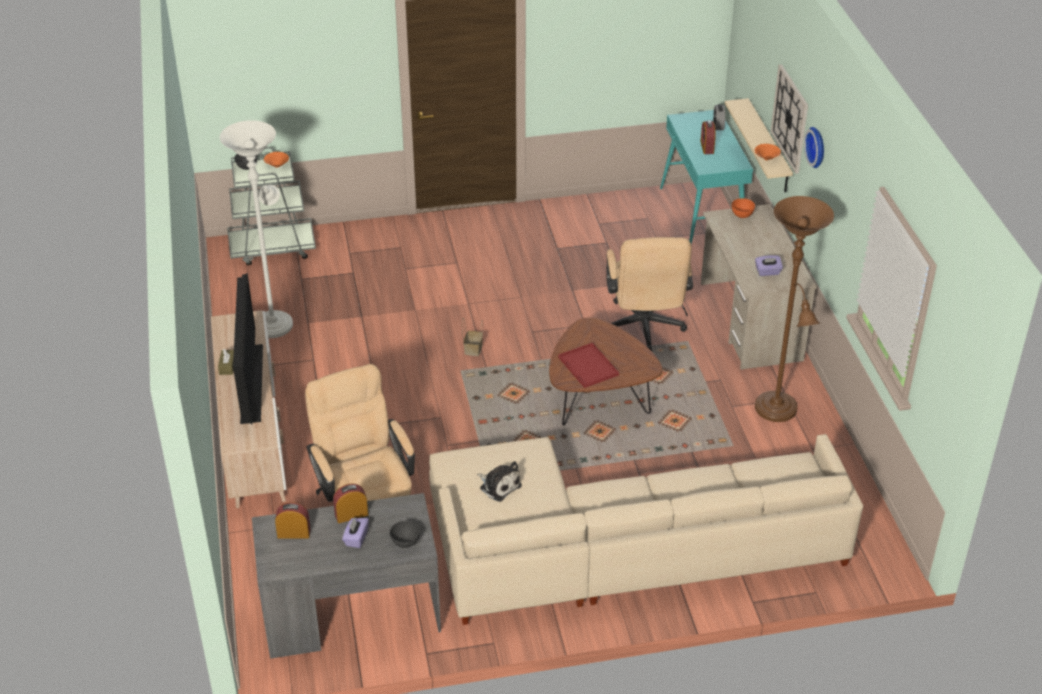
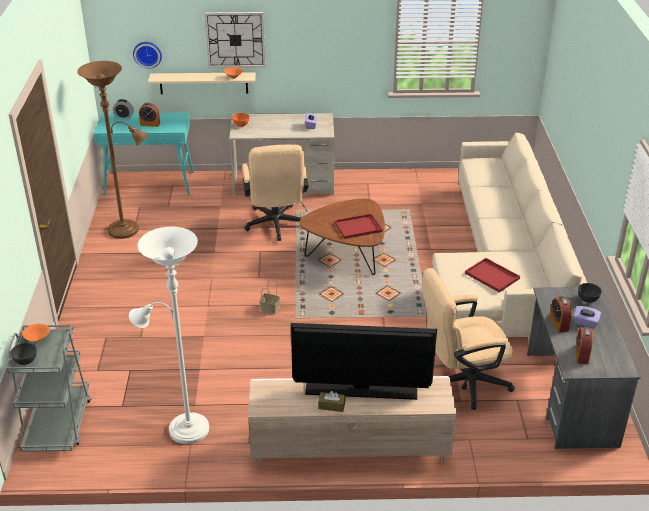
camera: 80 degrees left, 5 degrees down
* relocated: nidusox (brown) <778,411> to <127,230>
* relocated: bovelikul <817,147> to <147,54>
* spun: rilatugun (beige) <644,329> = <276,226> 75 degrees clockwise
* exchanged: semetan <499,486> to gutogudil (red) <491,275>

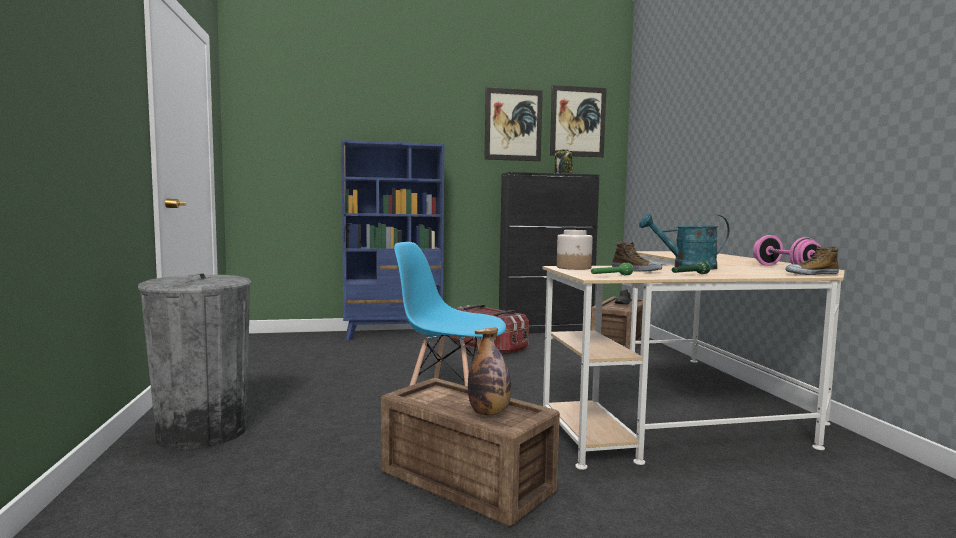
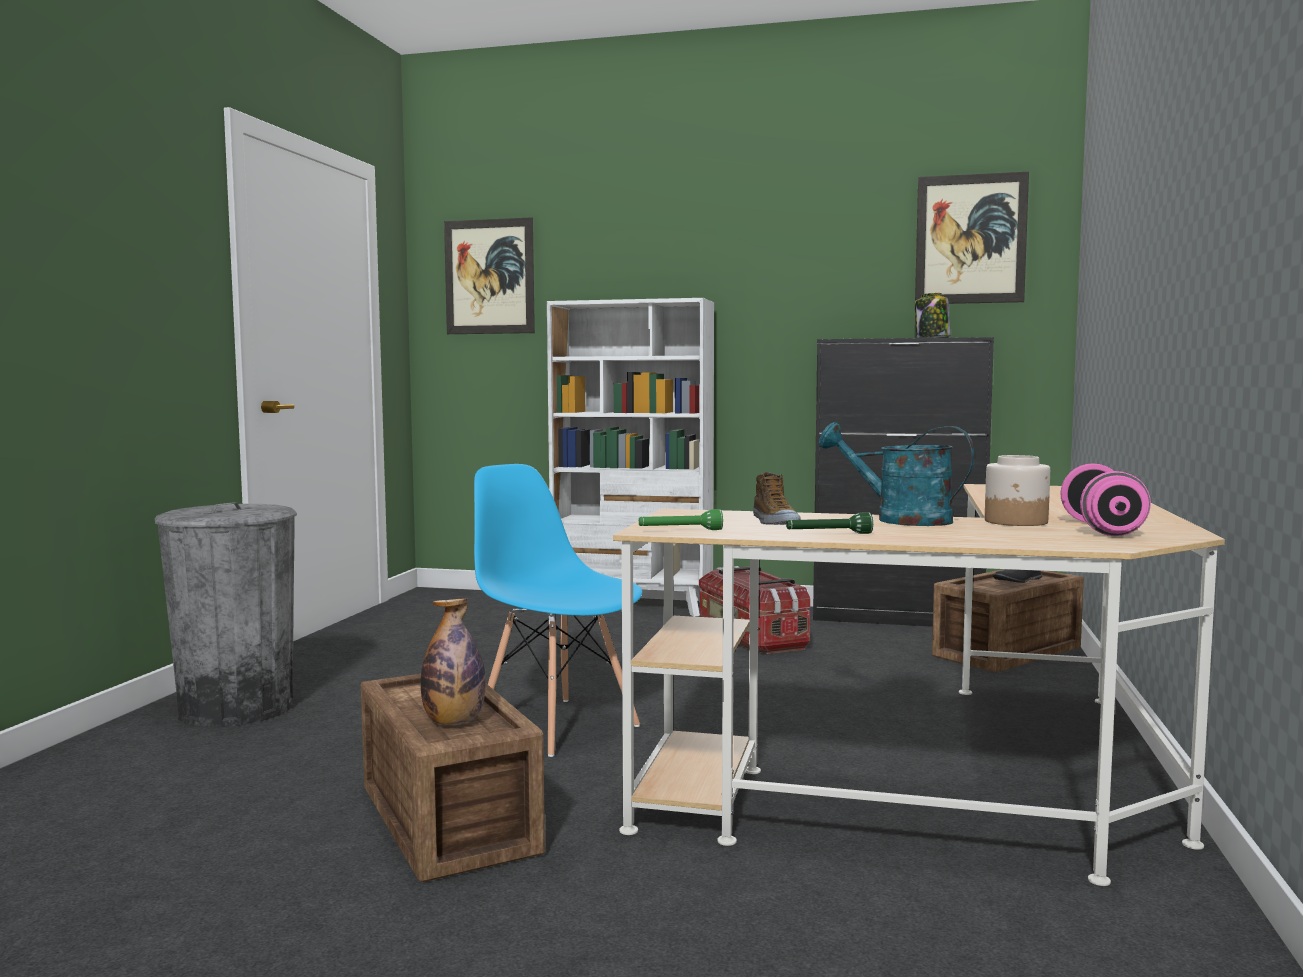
camera: 25 degrees right, 0 degrees up
* relocated: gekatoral <513,125> to <489,277>
* colour: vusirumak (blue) <393,334> to vusirumak (white) <633,606>
* relocated: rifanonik <574,268> to <1016,522>
* missing: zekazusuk <811,274>

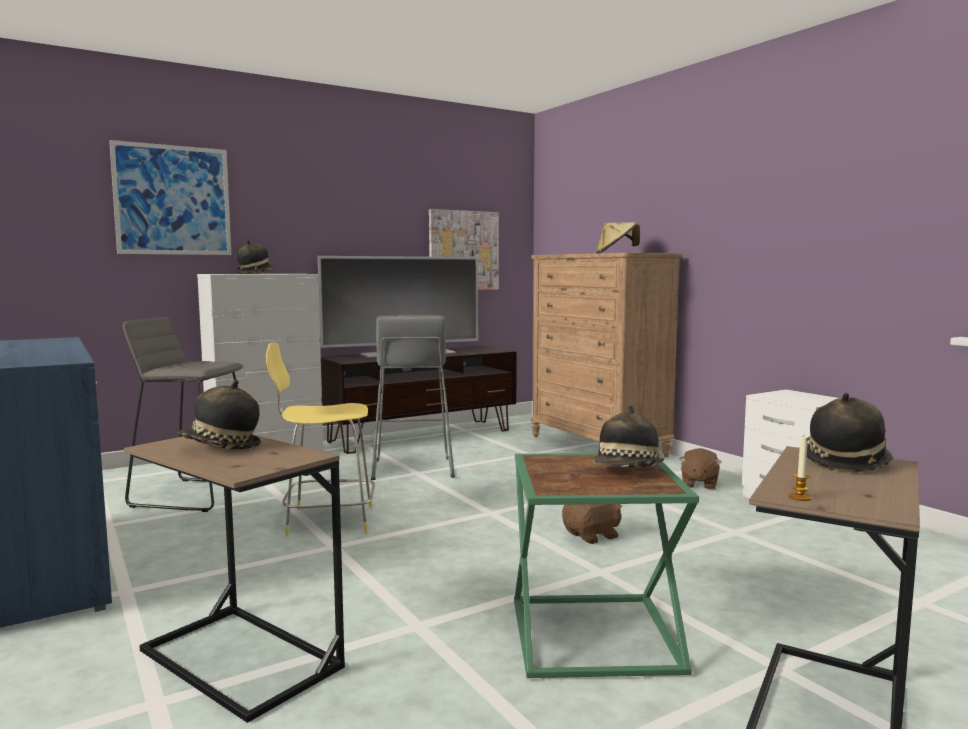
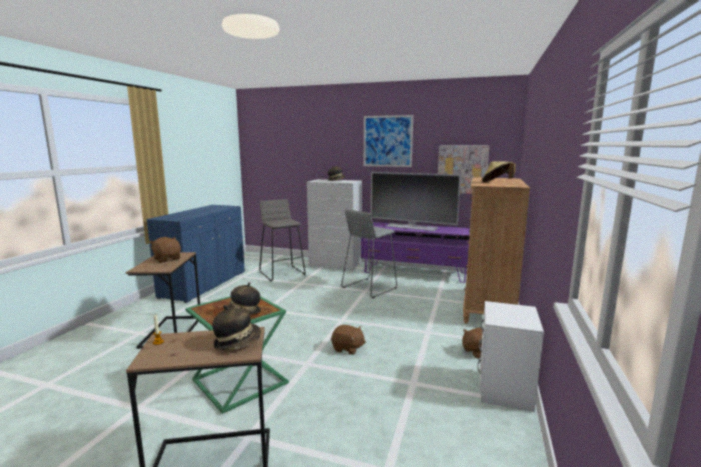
camera: 50 degrees right, 5 degrees up
* exchanged: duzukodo <221,447> to semetan (brown) <167,259>
* colour: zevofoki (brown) <421,436> to zevofoki (purple) <415,273>
* relocated: gekatoral <173,200> to <387,141>
* missing: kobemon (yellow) <326,521>

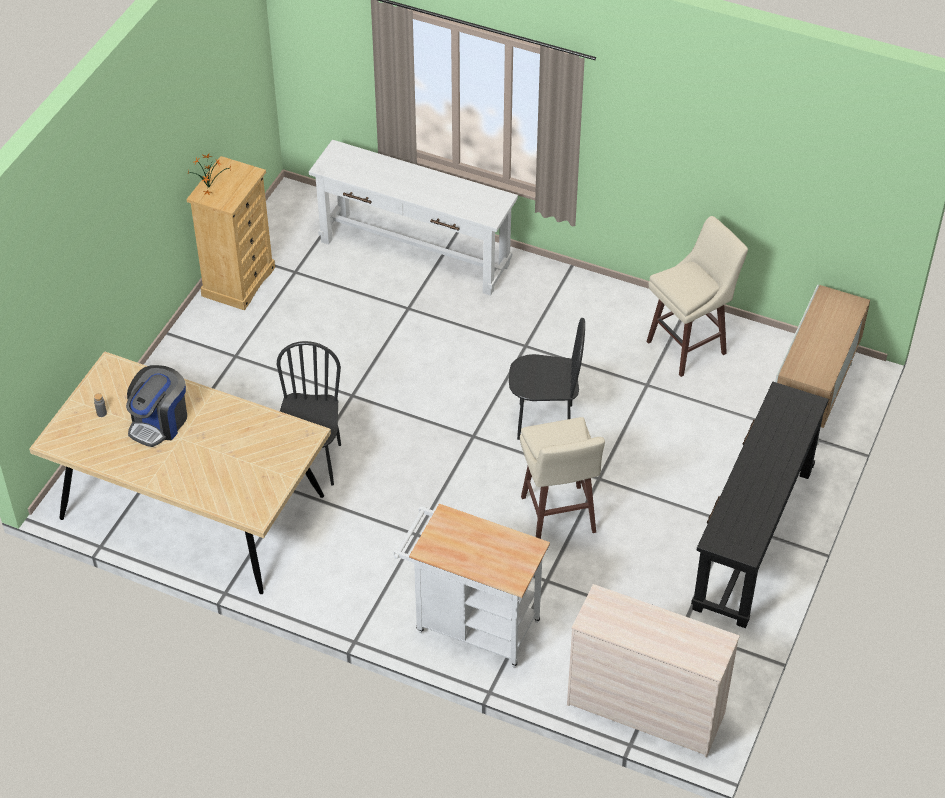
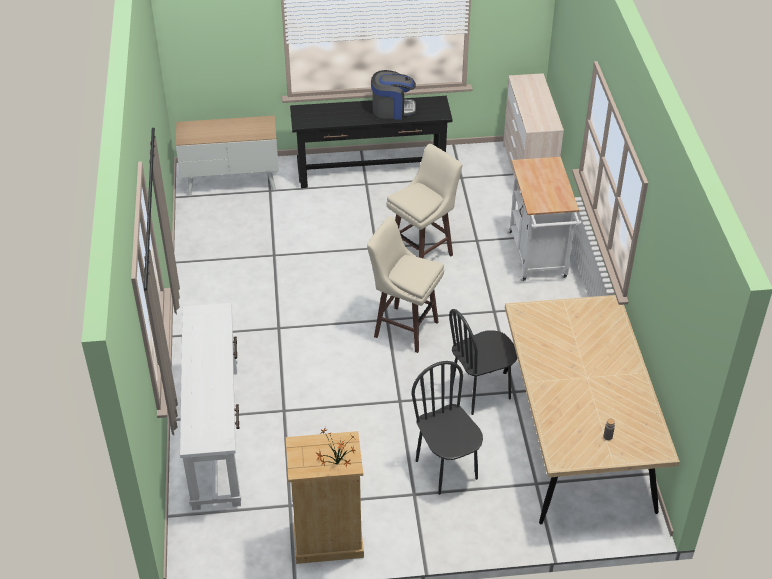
camera: 120 degrees left, 5 degrees down
* relocated: kobemon (beige) <688,347> to <404,328>
* relocated: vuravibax <159,422> to <392,109>
* relocated: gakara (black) <545,422> to <447,469>

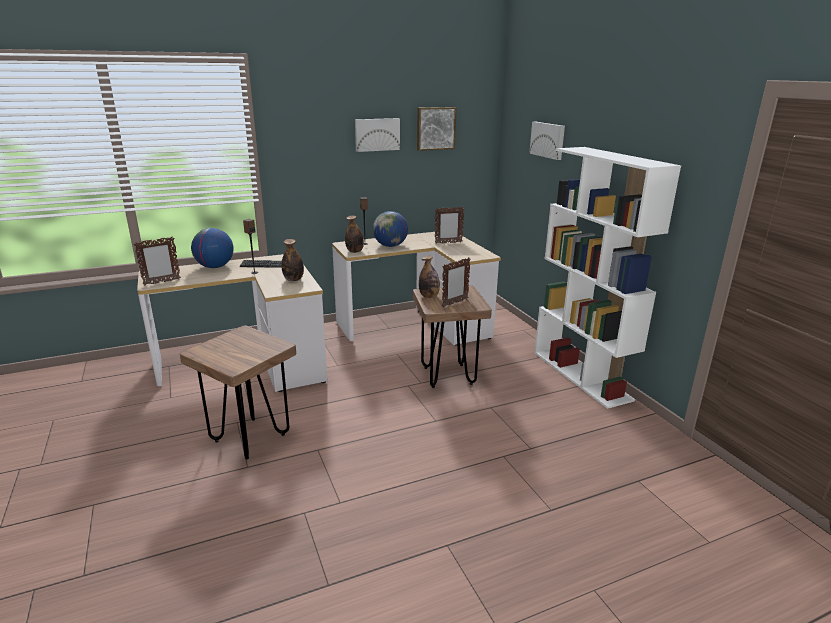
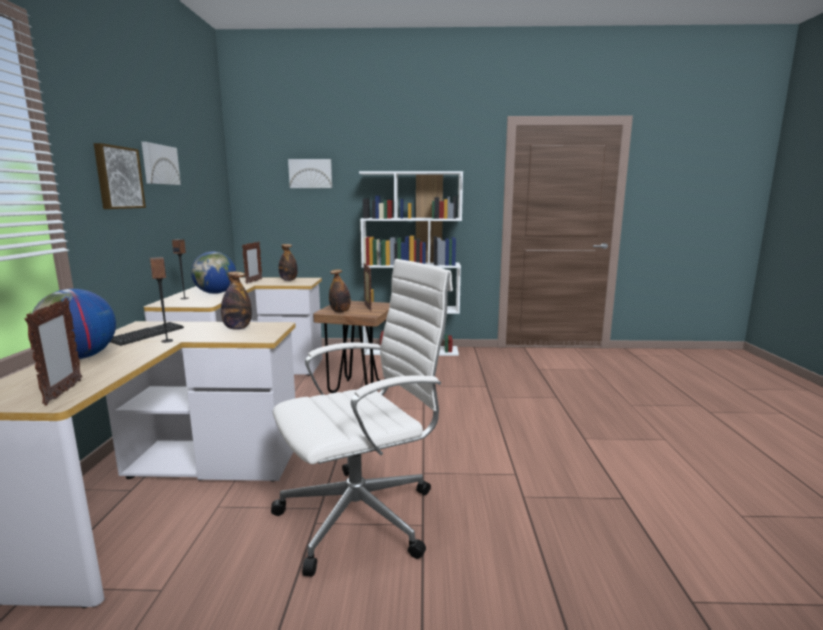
camera: 65 degrees left, 10 degrees down
* relocated: gekatoral <435,128> to <118,177>
* exchanged: kobemon (brown) <250,438> to rilatugun (white) <363,516>
* relocated: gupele <355,251> to <288,280>

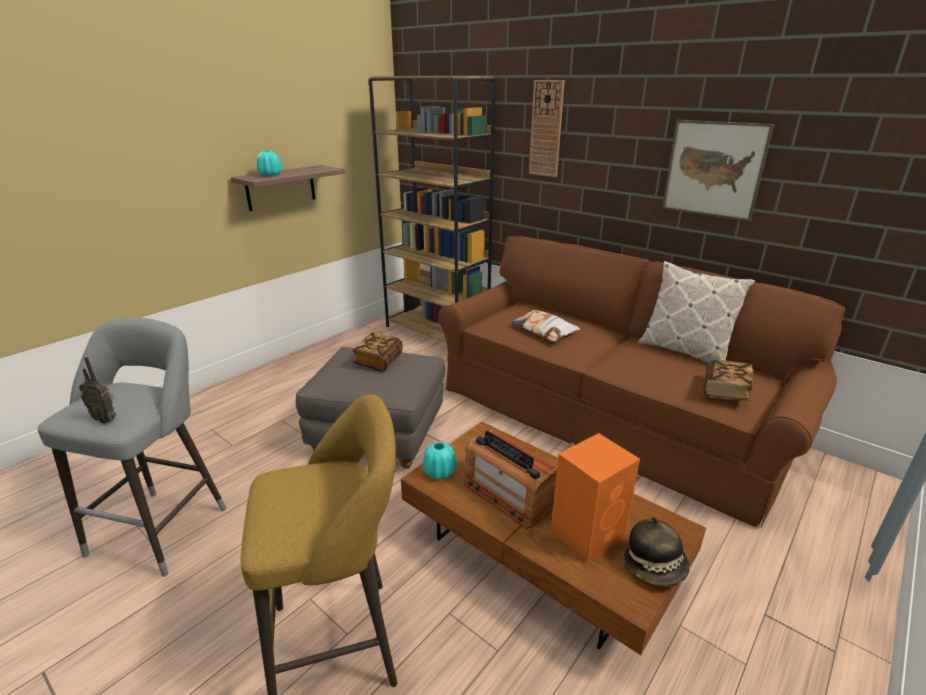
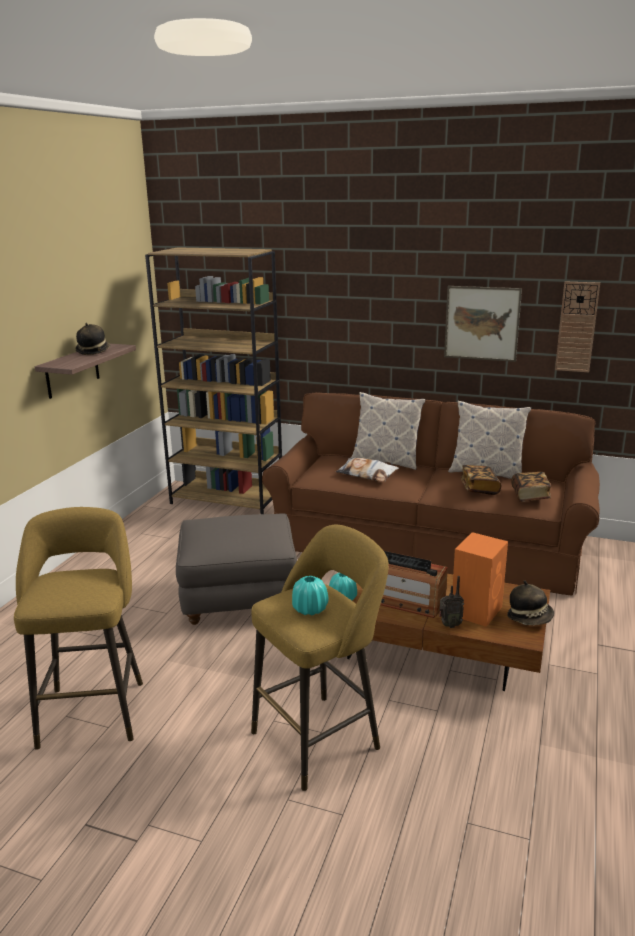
camera: 20 degrees left, 5 degrees down
* colour: kobemon (grey) <164,525> to kobemon (yellow) <93,709>
* appeared: duzukodo <93,351>
* relocated: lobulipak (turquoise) <270,175> to <310,609>
* appeared: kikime <386,461>
* relocated: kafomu <106,419> to <449,625>
* relocated: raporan <378,361> to <479,488>
* relocated: bovelikul <546,129> to <577,327>

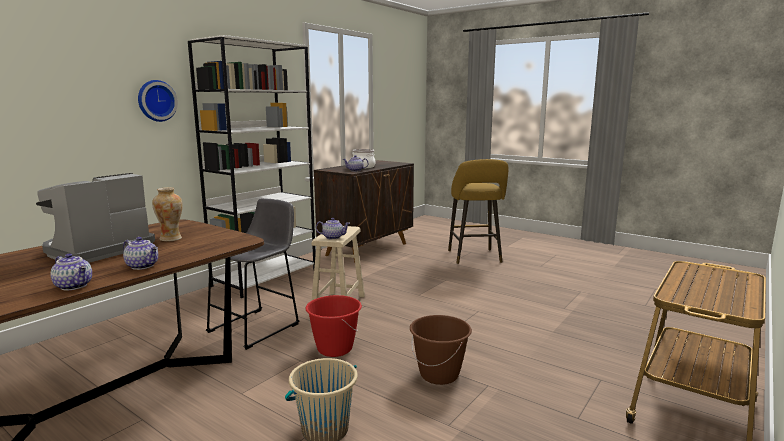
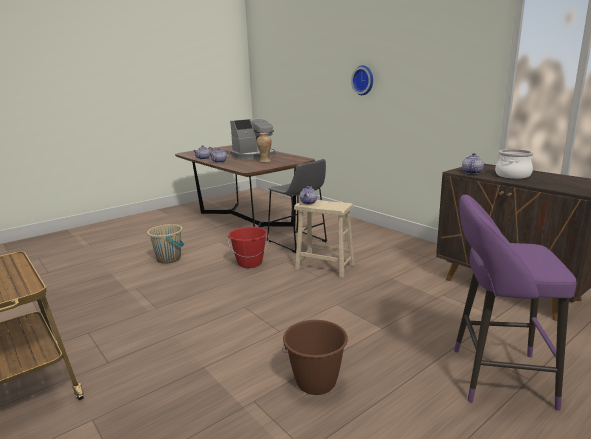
camera: 105 degrees right, 5 degrees up
* spun: vuravibax <97,250> = <254,156> 105 degrees clockwise
* relocated: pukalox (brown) <439,374> to <316,382>
* colour: kobemon (yellow) <475,257> to kobemon (purple) <494,376>
* missing: vusirumak (white) <265,277>

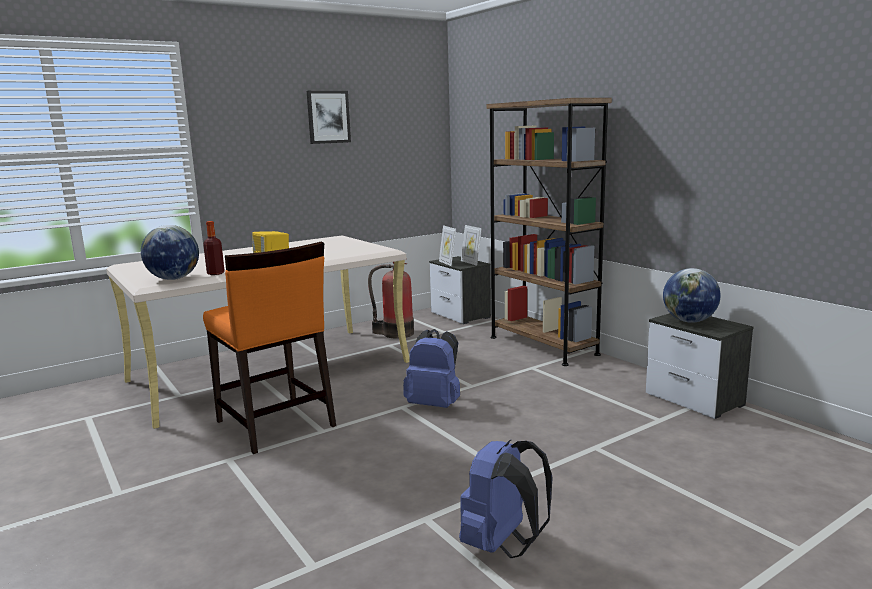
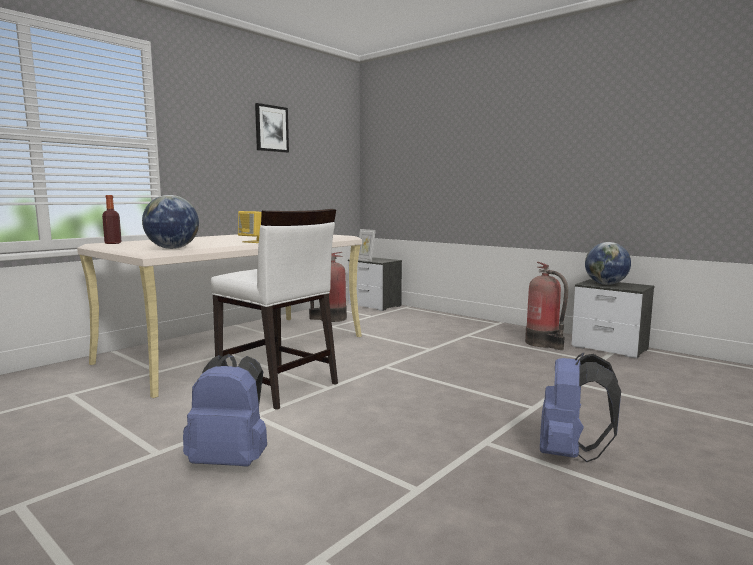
camera: 15 degrees left, 5 degrees down
* relocated: gupele <215,273> to <113,243>
* relocated: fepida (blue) <435,404> to <231,461>
* colour: gakara (orange) <275,424> to gakara (white) <278,386>
* appeared: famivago <544,343>
* missing: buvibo <471,262>
* missing: vusirumak (brown) <543,345>

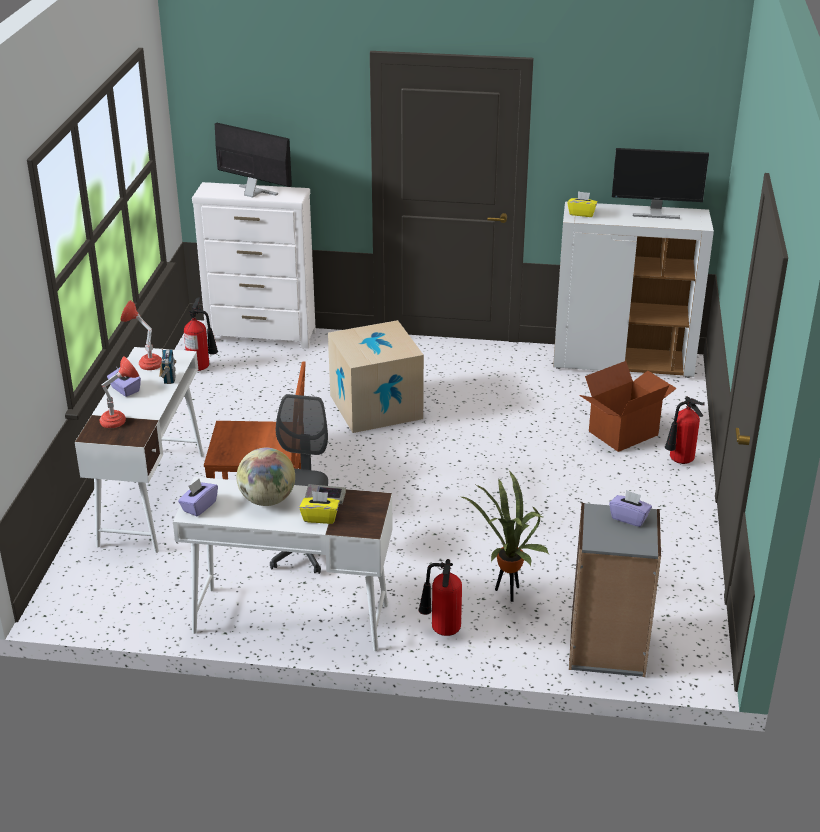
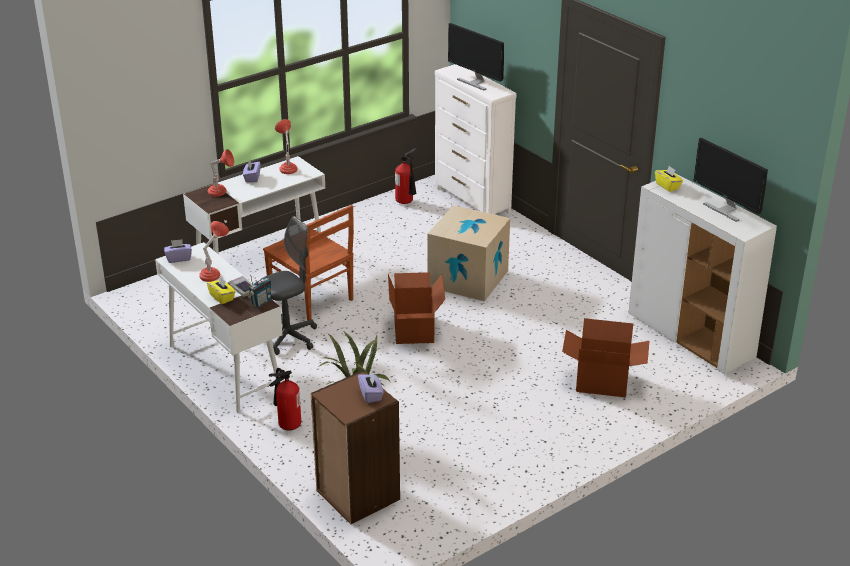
camera: 45 degrees right, 0 degrees up
* exchanged: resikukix <267,500> to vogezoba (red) <214,274>
* relocated: kafomu <169,379> to <261,302>
* colour: vusirumak (grey) <607,649> to vusirumak (brown) <357,495>
* appeared: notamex <415,330>
* spun: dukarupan <254,193> = <475,82> 150 degrees clockwise
* missing: famivago <679,461>

